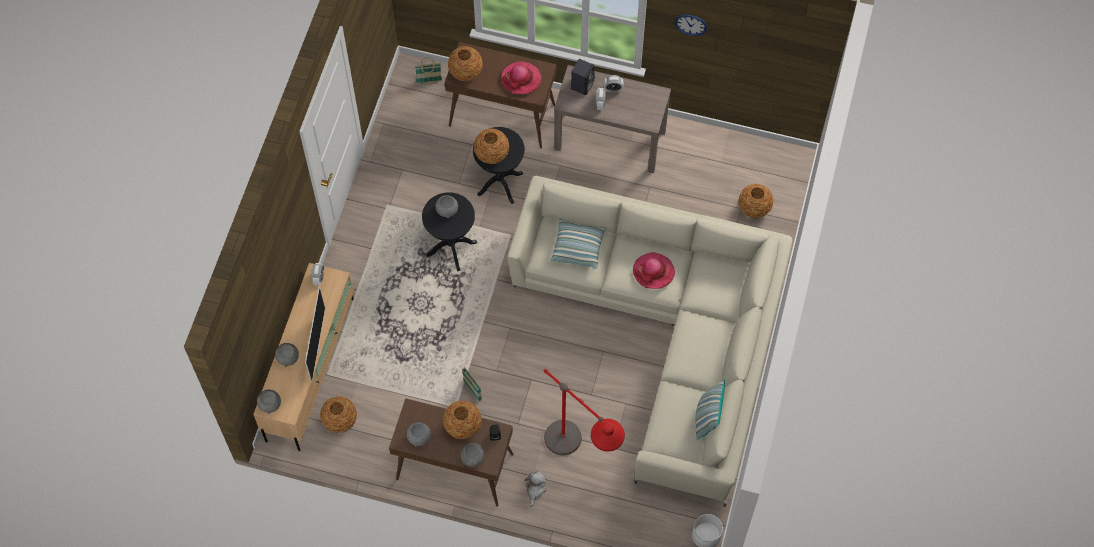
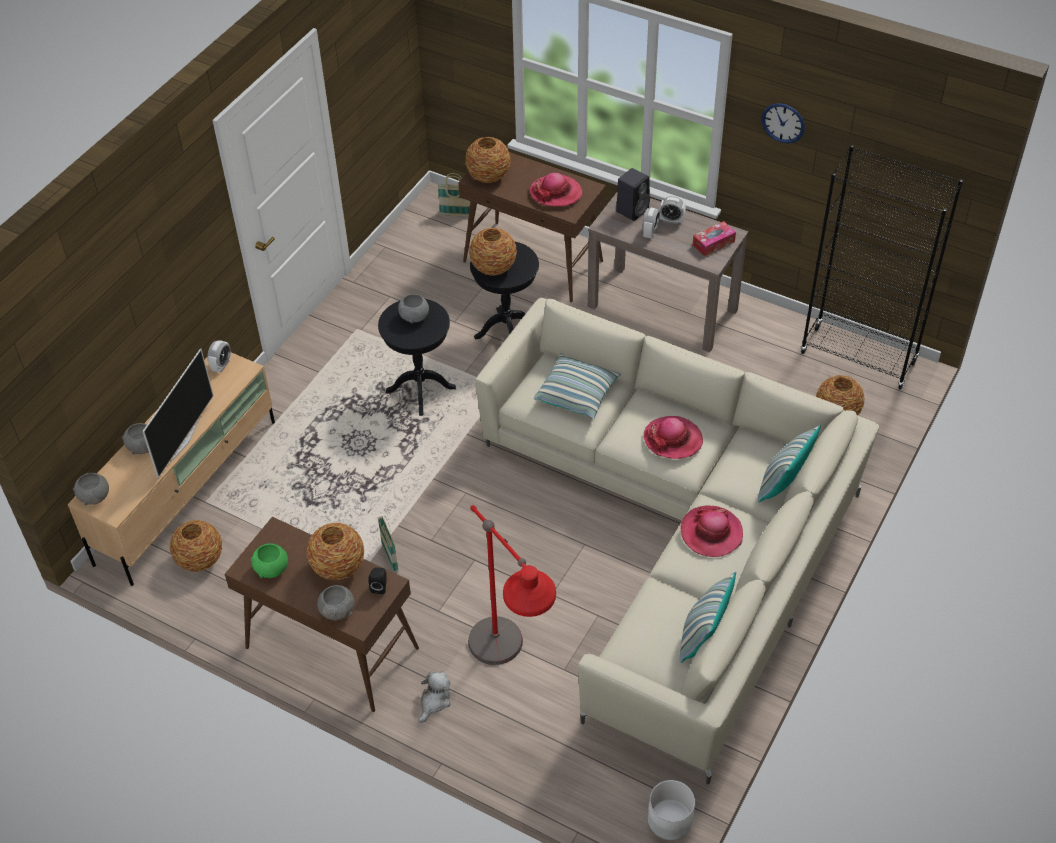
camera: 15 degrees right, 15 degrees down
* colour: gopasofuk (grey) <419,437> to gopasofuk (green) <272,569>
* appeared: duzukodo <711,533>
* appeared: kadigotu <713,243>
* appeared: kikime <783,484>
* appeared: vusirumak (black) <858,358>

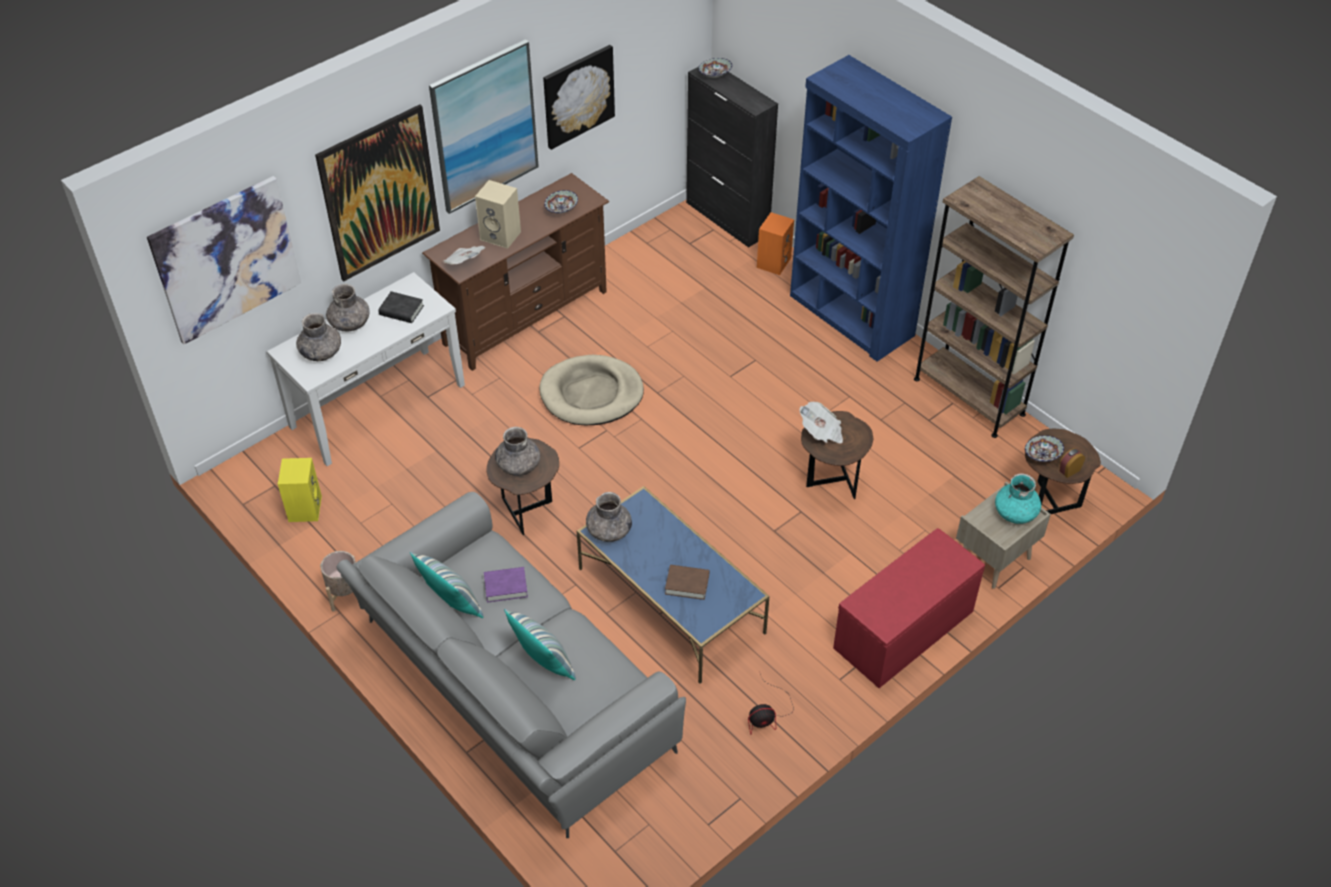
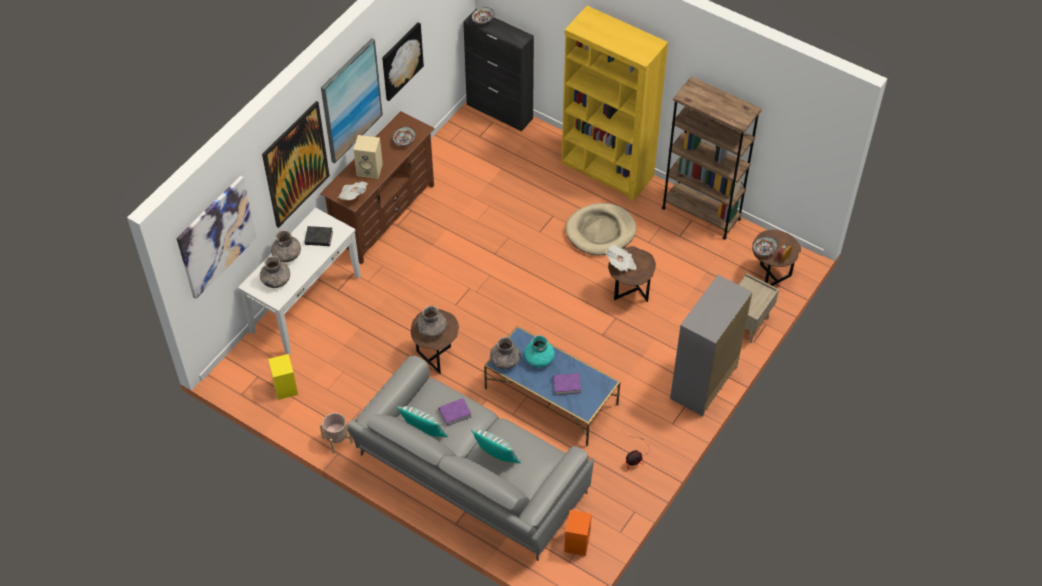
camera: 15 degrees left, 5 degrees up
* relocated: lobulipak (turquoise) <1015,512> to <539,359>
* colour: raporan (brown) <687,584> to raporan (purple) <566,385>
* colour: vusirumak (blue) <851,316> to vusirumak (yellow) <607,170>
* relocated: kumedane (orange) <773,262> to <576,542>
* relocated: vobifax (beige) <591,394> to <600,231>
* exchanged: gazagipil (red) <903,631> to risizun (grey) <703,383>

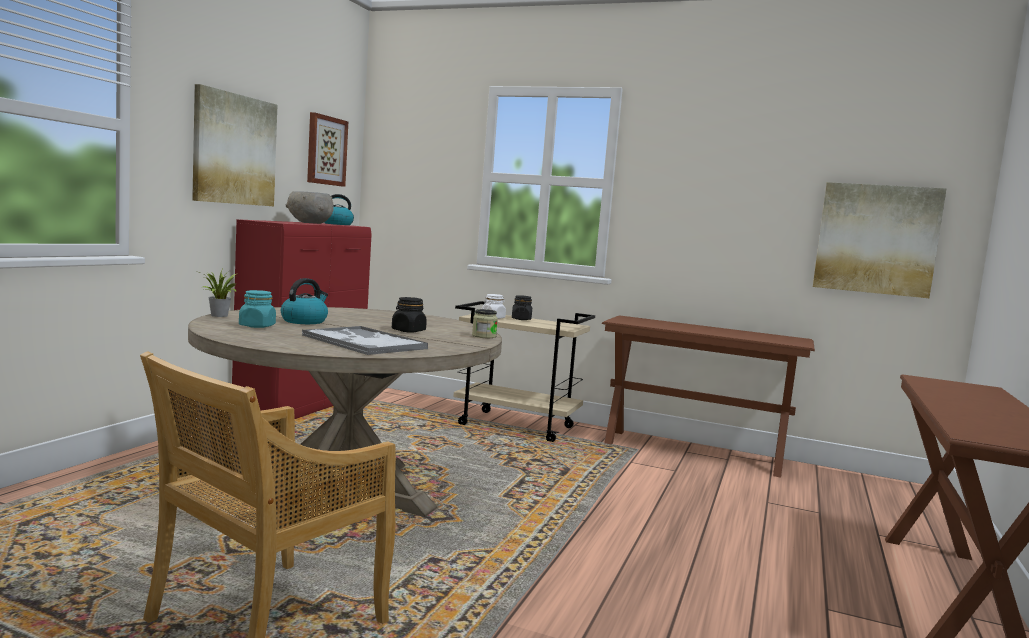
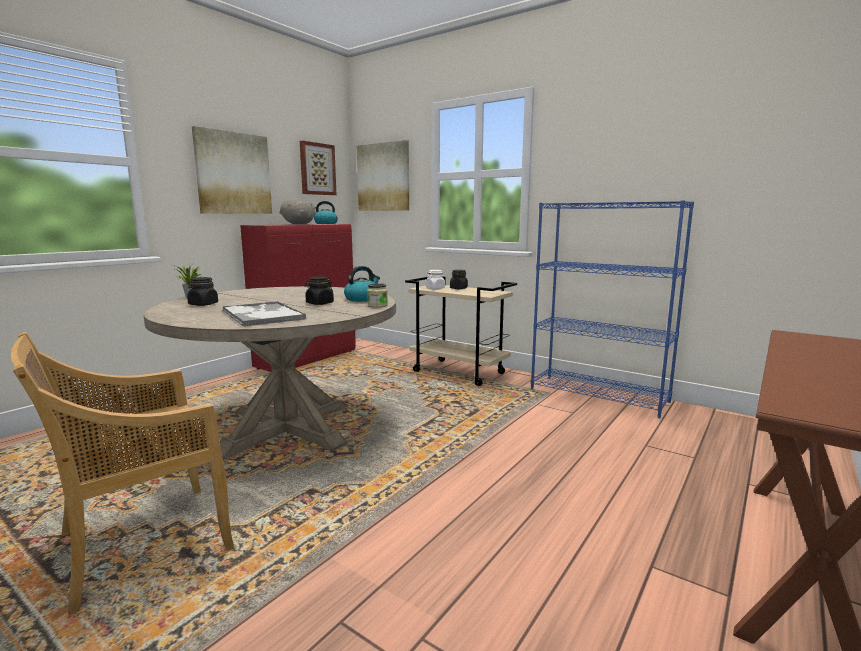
camera: 15 degrees right, 5 degrees up
* colour: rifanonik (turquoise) <257,326> to rifanonik (black) <203,304>
* relocated: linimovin <304,321> to <362,299>
* relocated: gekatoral <876,239> to <383,177>
* exchanged: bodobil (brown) <693,452> to vusirumak (blue) <599,396>

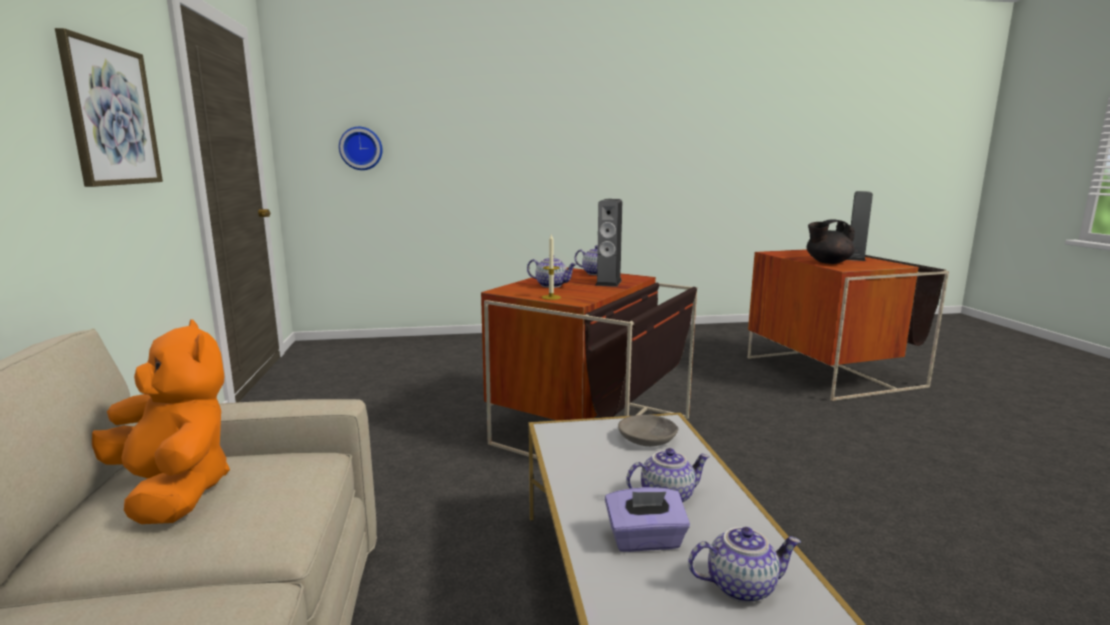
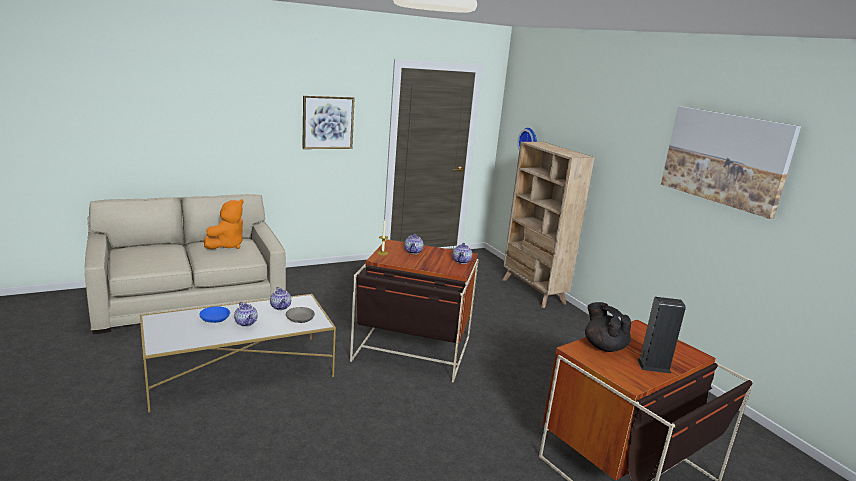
camera: 70 degrees right, 5 degrees up
* exchanged: kadigotu (purple) <645,540> to gopasofuk (blue) <215,319>
* relocated: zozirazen <741,586> to <281,307>
* appeared: vusirumak (beige) <533,291>
* appeared: gekatoral <725,158>
* missing: kumedane <608,282>

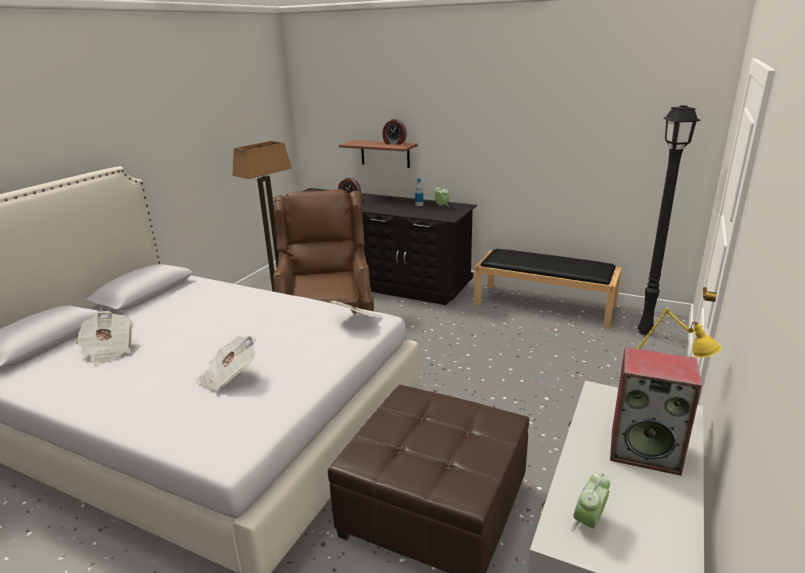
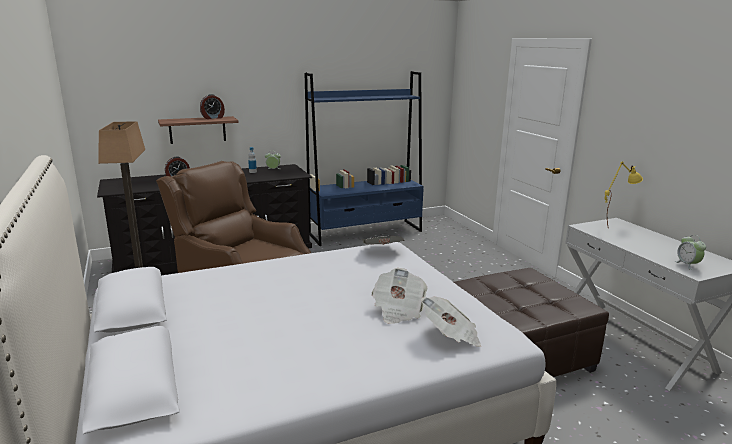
camera: 50 degrees left, 5 degrees down
* exchanged: gazagipil (black) <545,305> to vusirumak (blue) <366,232>
* relocated: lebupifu <108,350> to <451,336>
* missing: kumedane <645,451>
* missing: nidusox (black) <646,333>

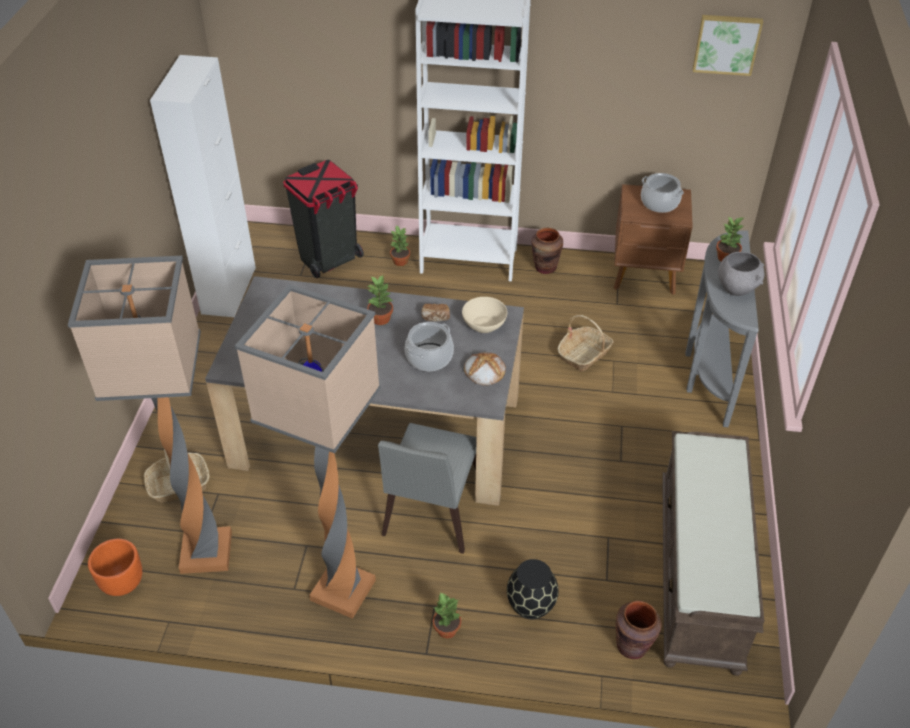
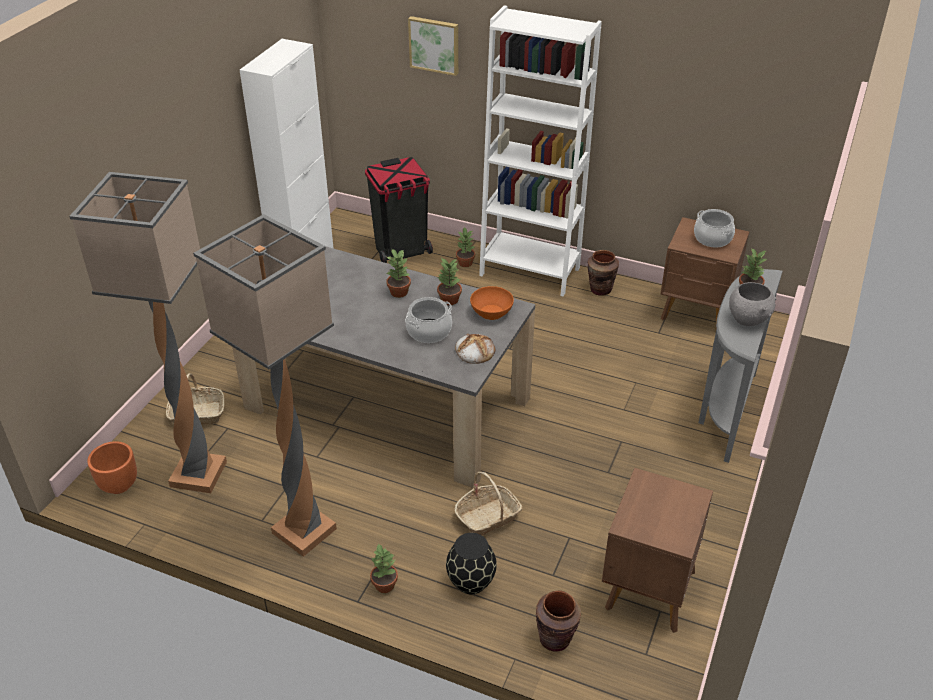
camera: 15 degrees right, 5 degrees down
* relocated: gekatoral <726,44> to <434,45>
* exchanged: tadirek <435,318> to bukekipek <449,300>
* relocated: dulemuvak <584,354> to <488,517>
* colour: gopasofuk (beige) <484,324> to gopasofuk (orange) <491,312>
* exchanged: gazagipil (brown) <700,574> to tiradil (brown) <648,590>
* missing: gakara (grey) <431,513>

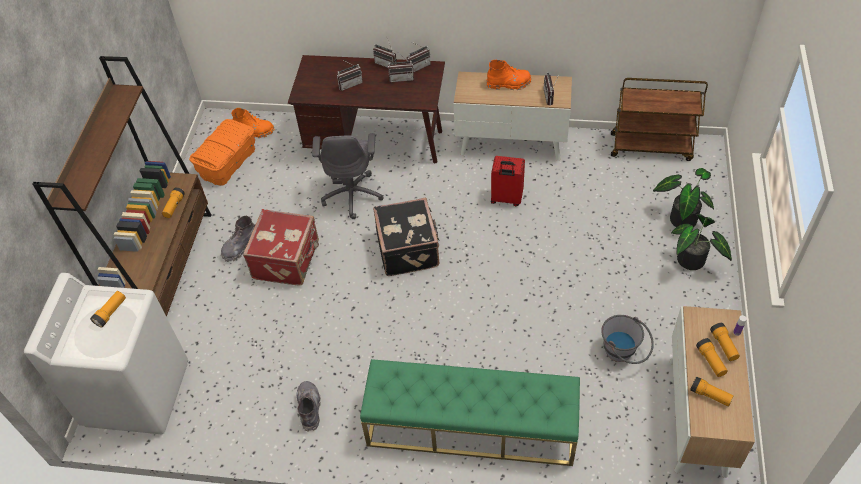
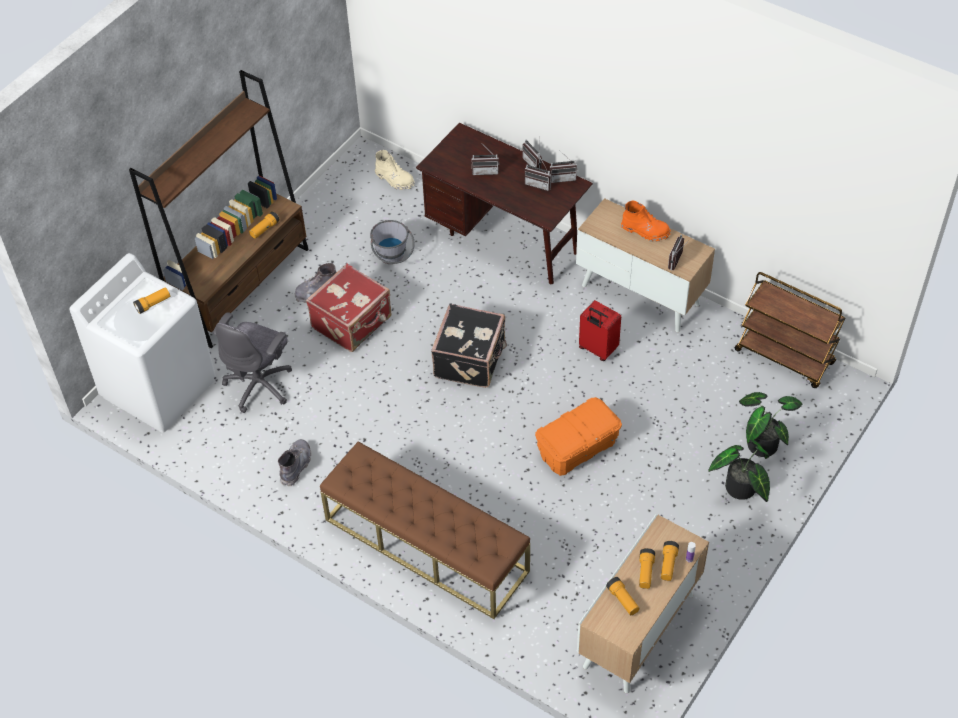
camera: 25 degrees right, 0 degrees up
* relocated: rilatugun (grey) <352,194> to <260,385>
* colour: gazagipil (green) <471,427> to gazagipil (brown) <426,545>
* relocated: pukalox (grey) <623,353> to <393,259>
* colour: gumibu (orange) <254,131> to gumibu (beige) <395,180>
* relocated: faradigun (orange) <228,162> to <577,448>

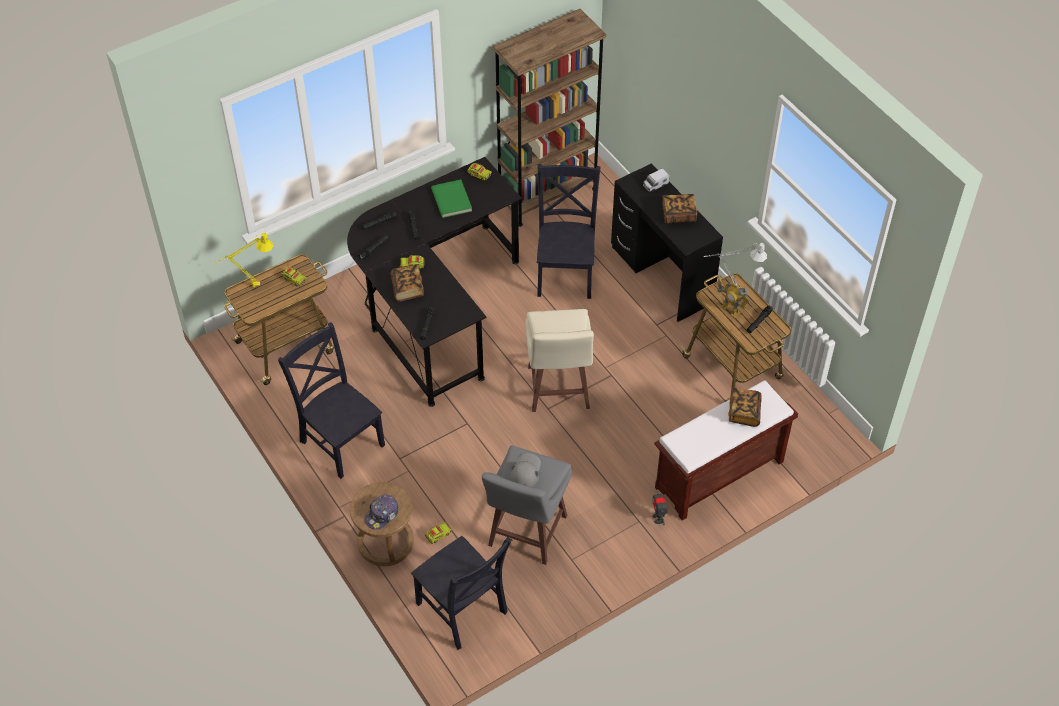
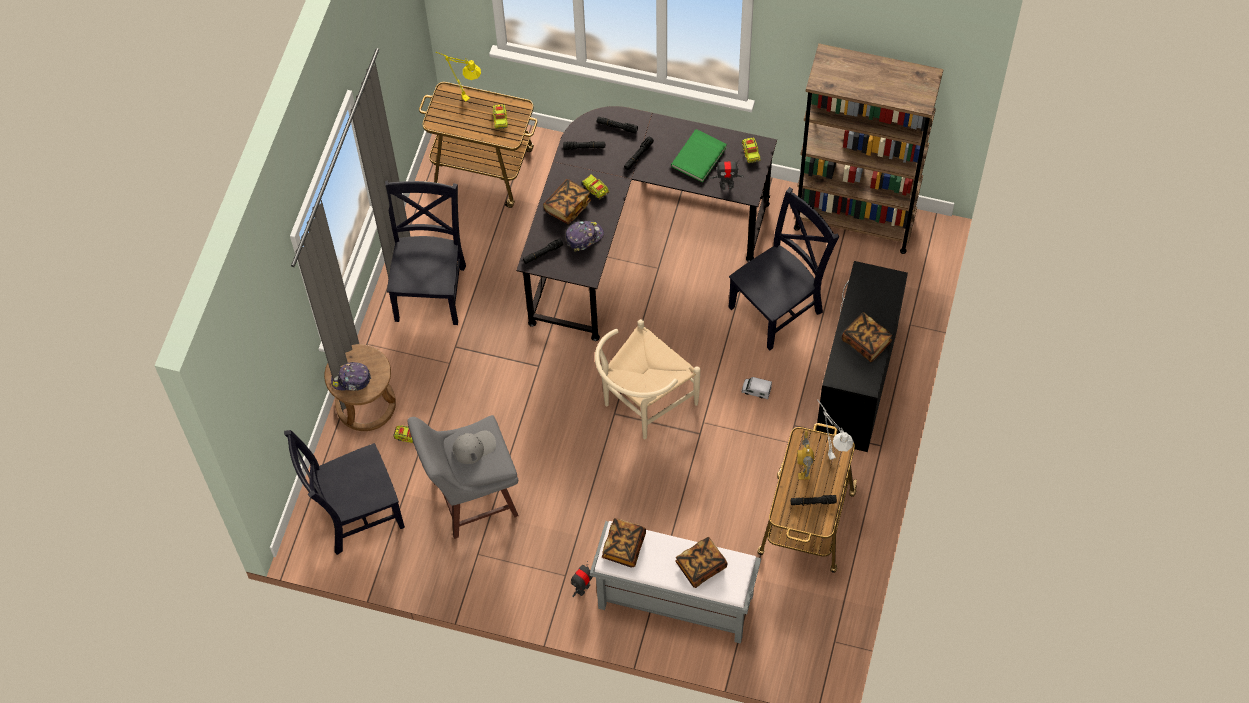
camera: 50 degrees right, 10 degrees up
* spun: gakara (black) <463,611> = <355,513> 60 degrees clockwise
* appeared: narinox <584,237>
* colour: gazagipil (brown) <718,475> to gazagipil (grey) <674,602>
* exchanged: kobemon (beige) <558,389> to gakara (beige) <642,405>
* appeared: raporan <624,547>
* appeared: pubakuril <726,184>
* relocated: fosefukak <655,185> to <756,390>

